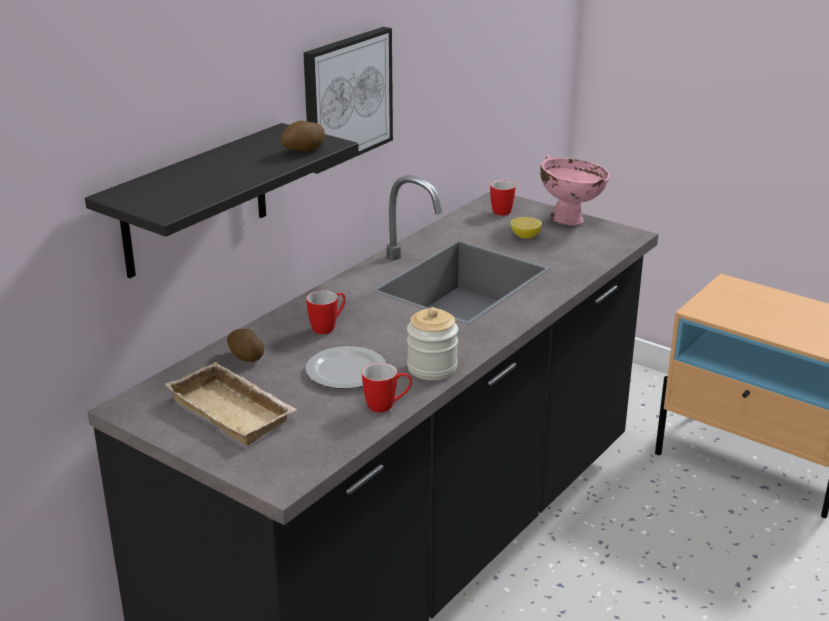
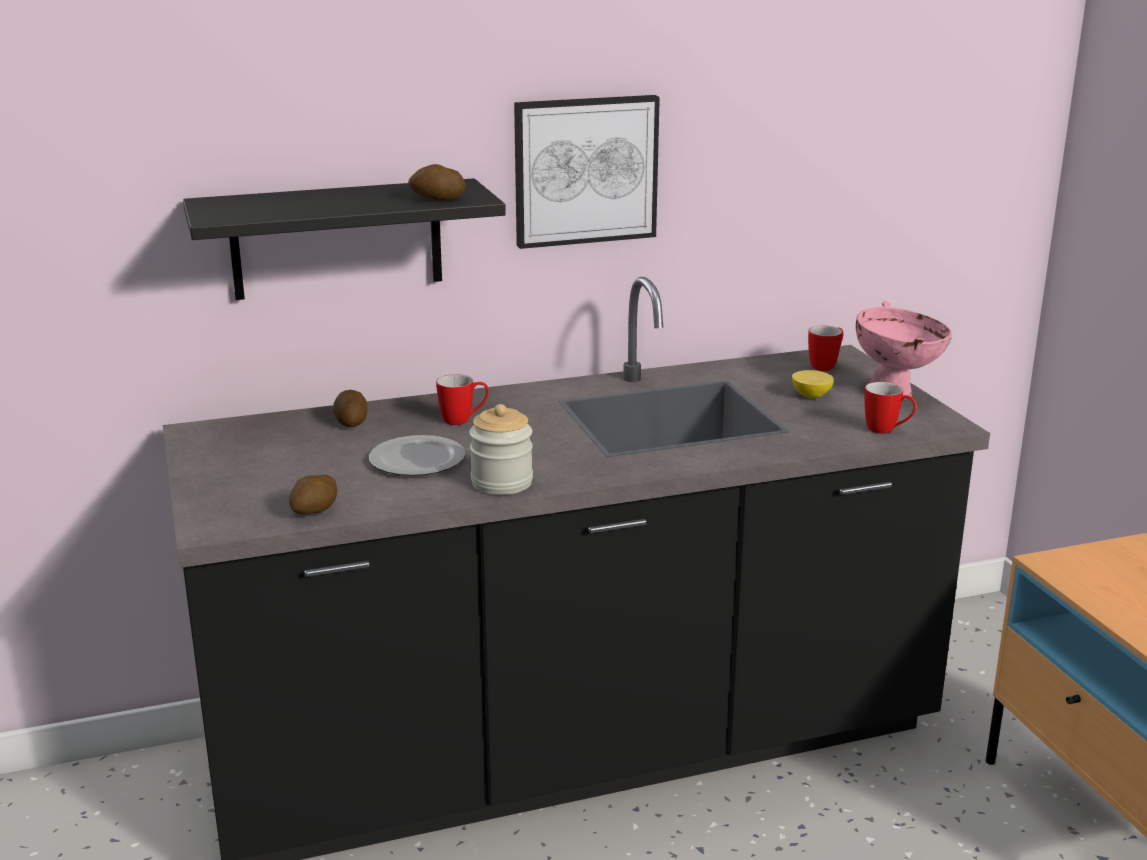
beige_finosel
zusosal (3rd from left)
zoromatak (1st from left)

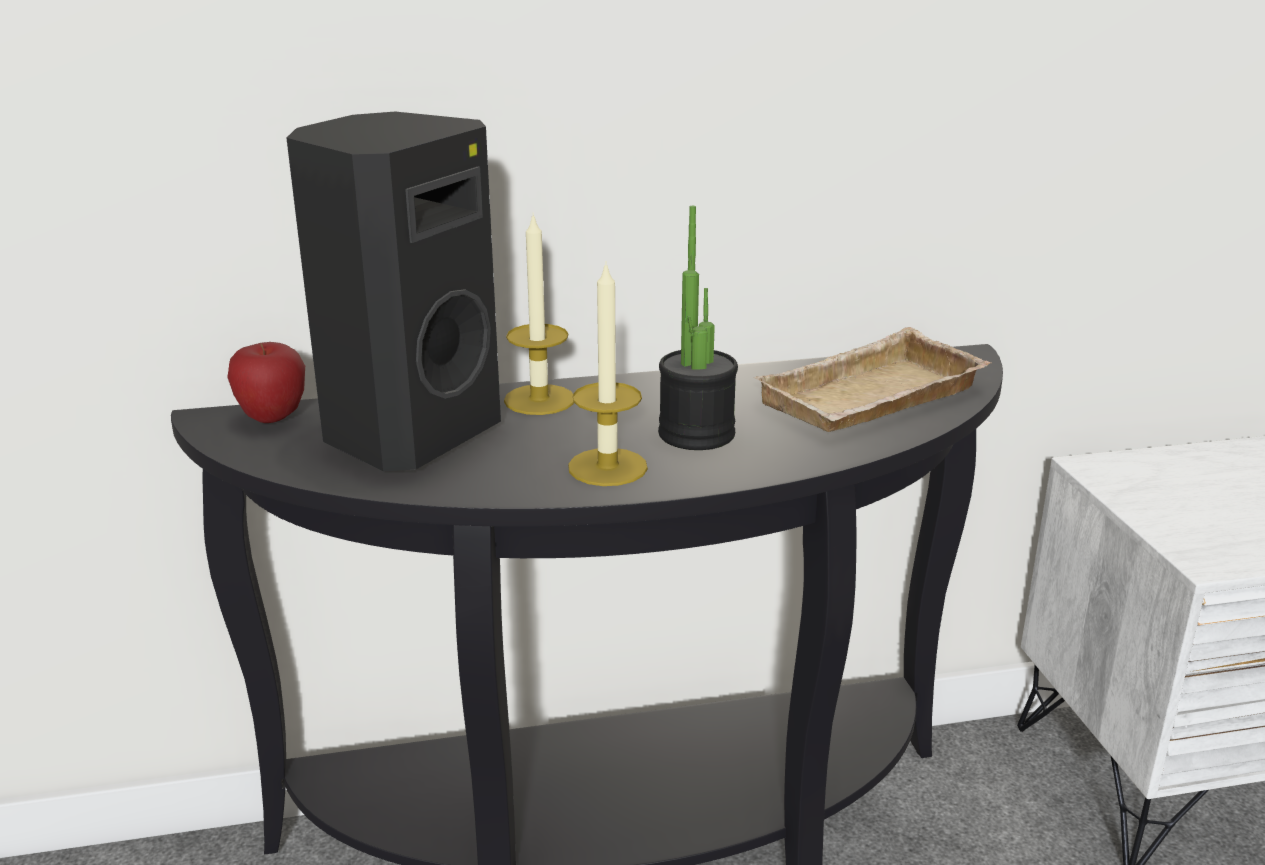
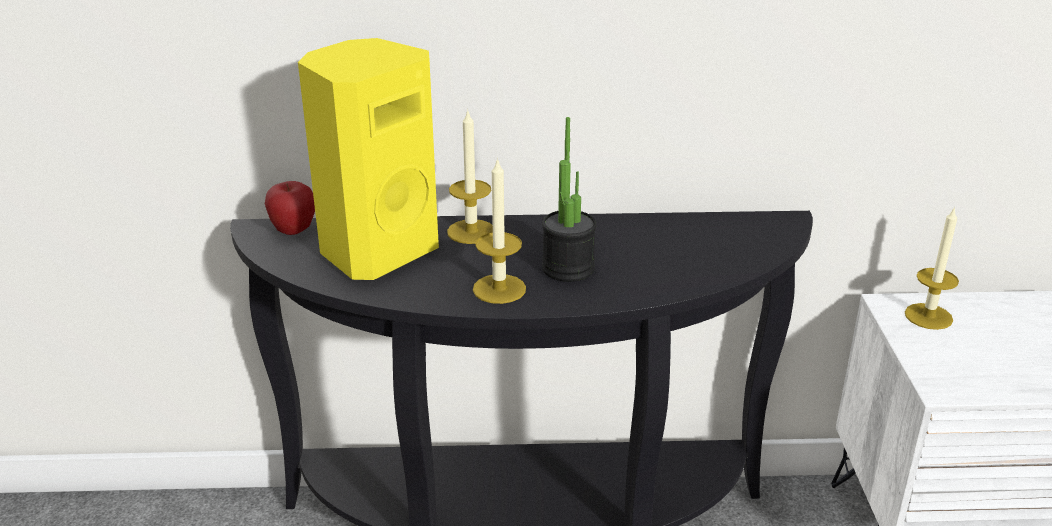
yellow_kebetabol
beige_finosel
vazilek (3rd from left)

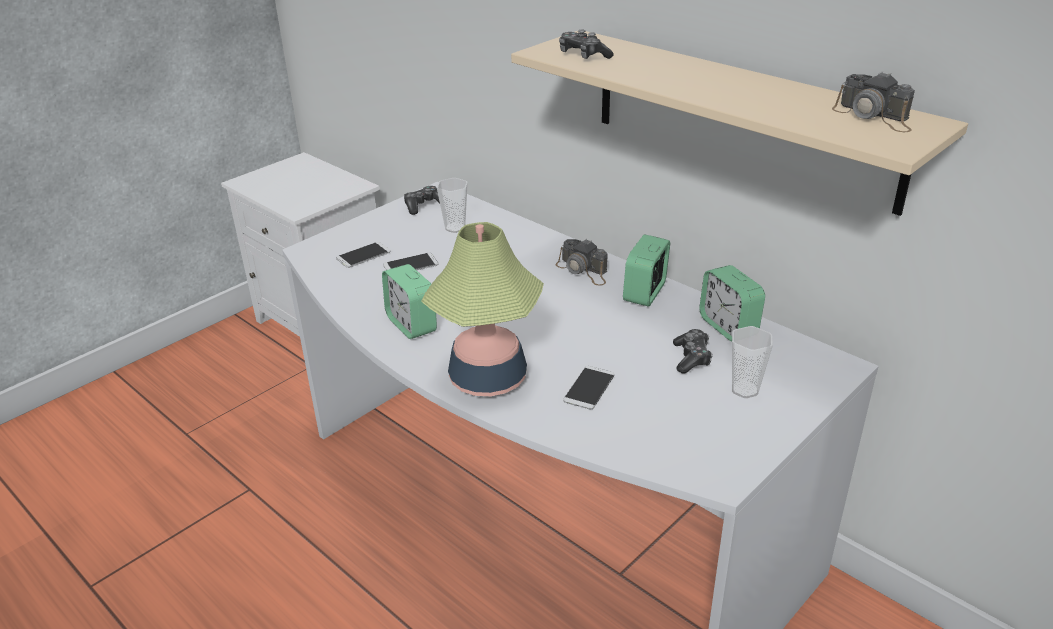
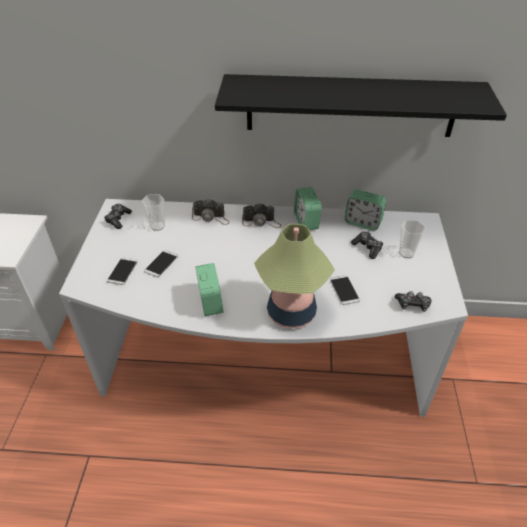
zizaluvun (1st from left)
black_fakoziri
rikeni (3rd from left)
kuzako (1st from left)

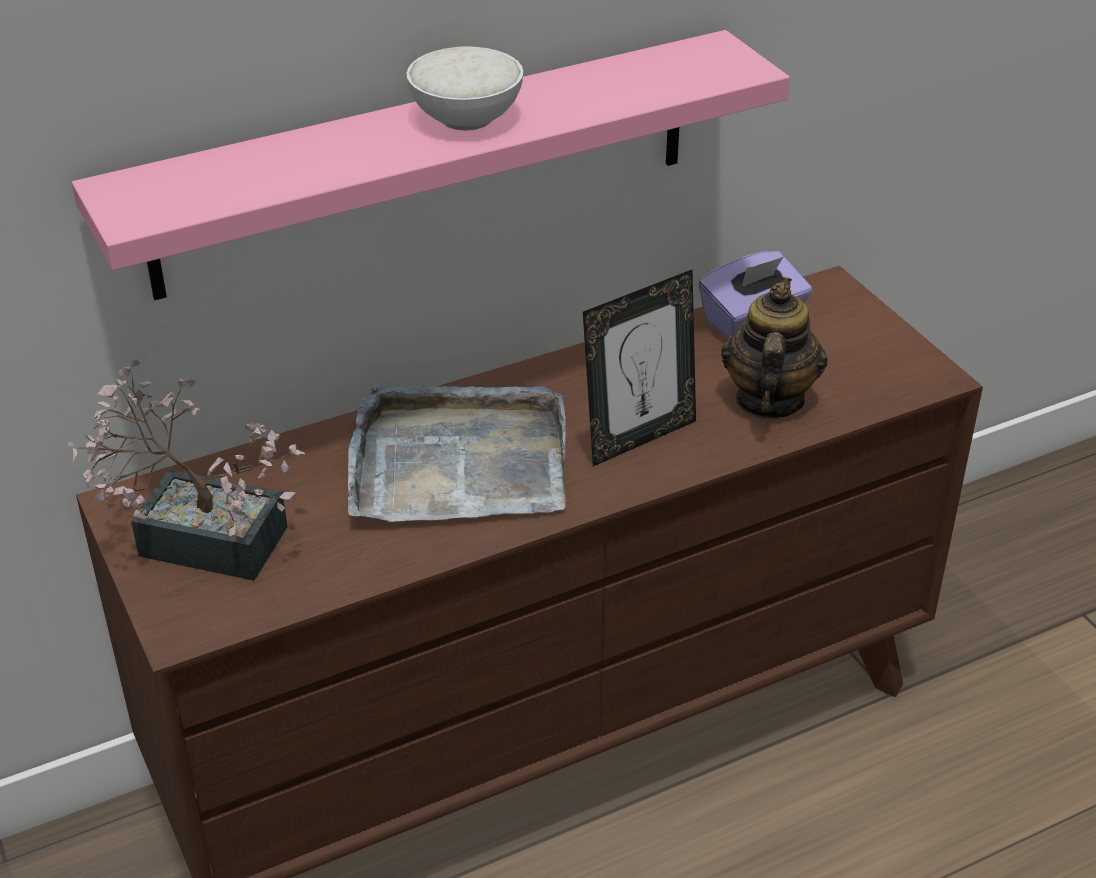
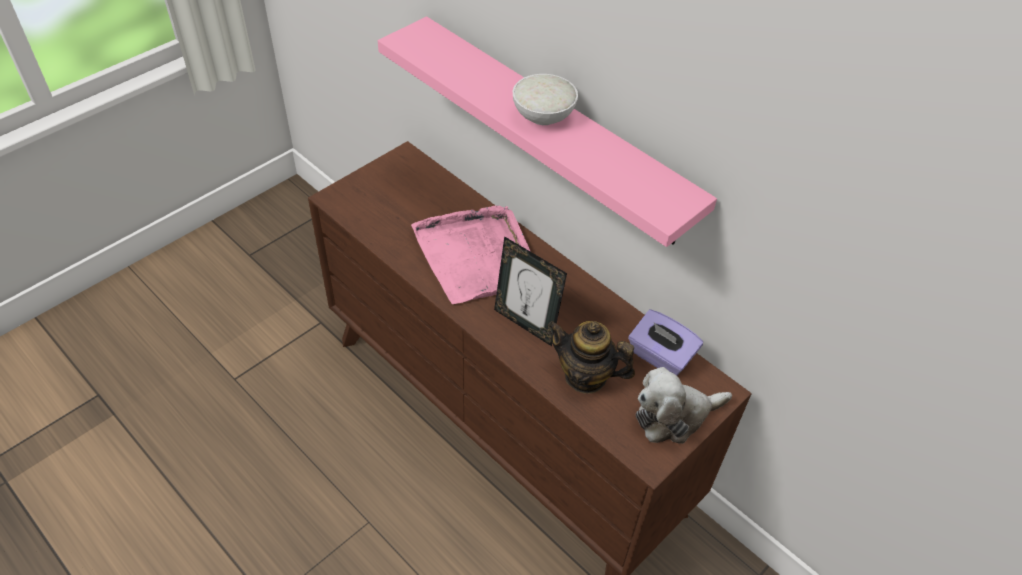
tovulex
pink_finosel
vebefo
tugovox

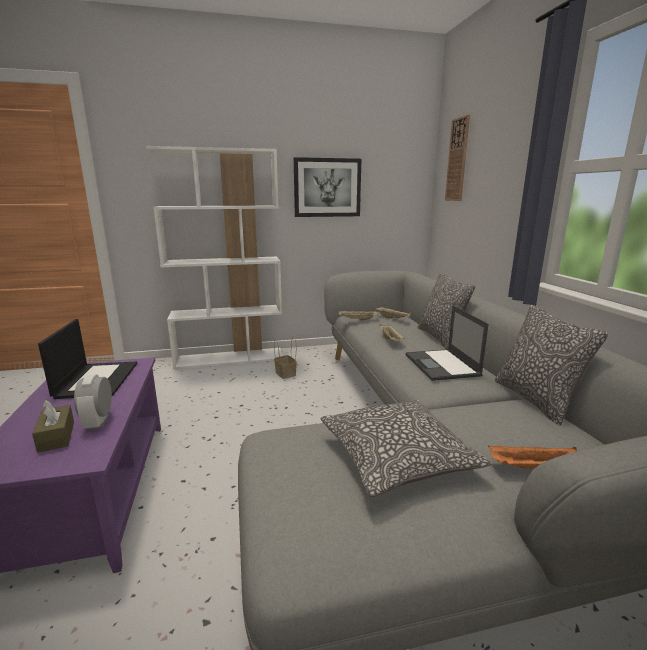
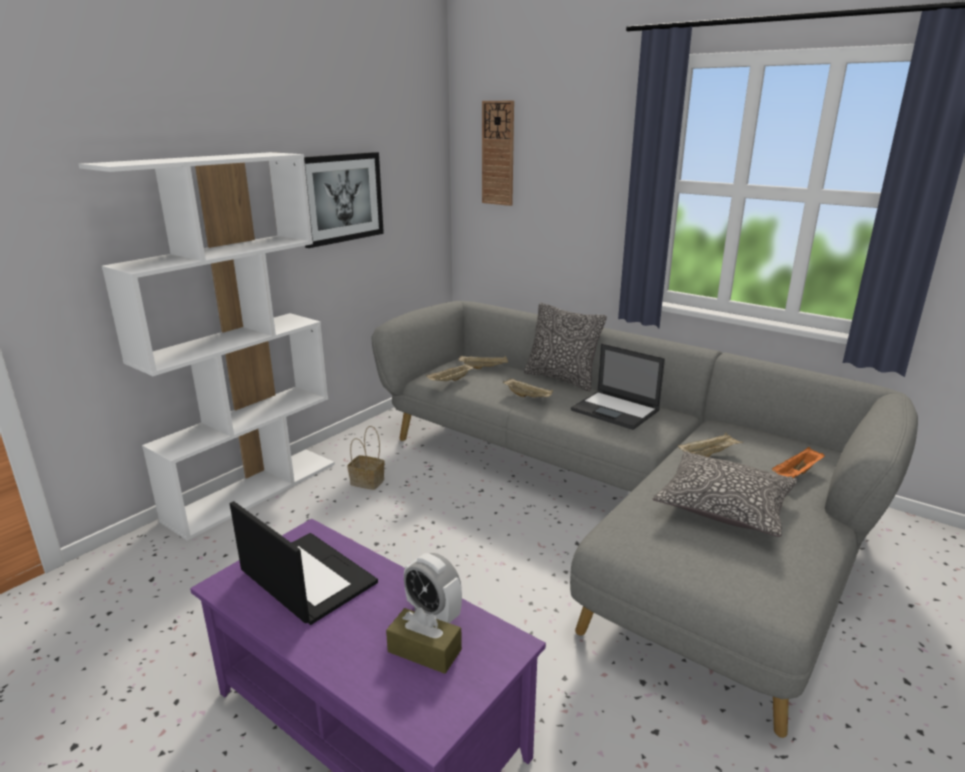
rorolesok (3rd from left in the first image)
beige_finosel (4th from left)

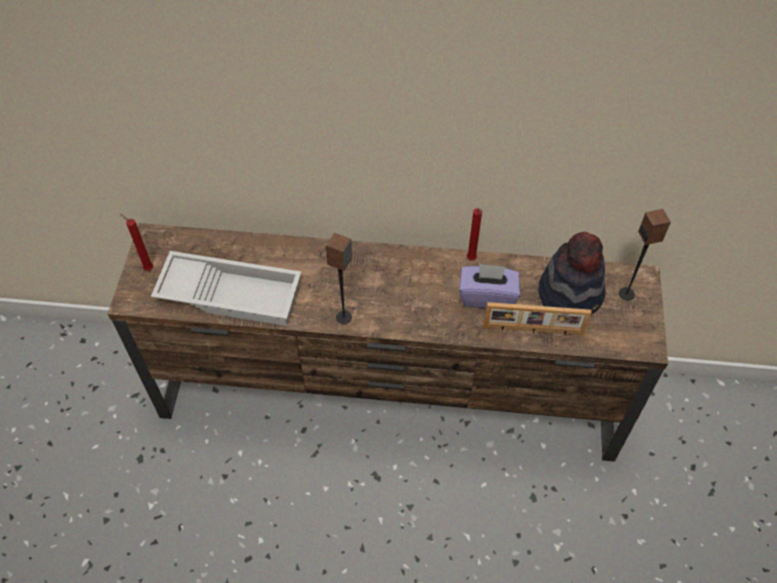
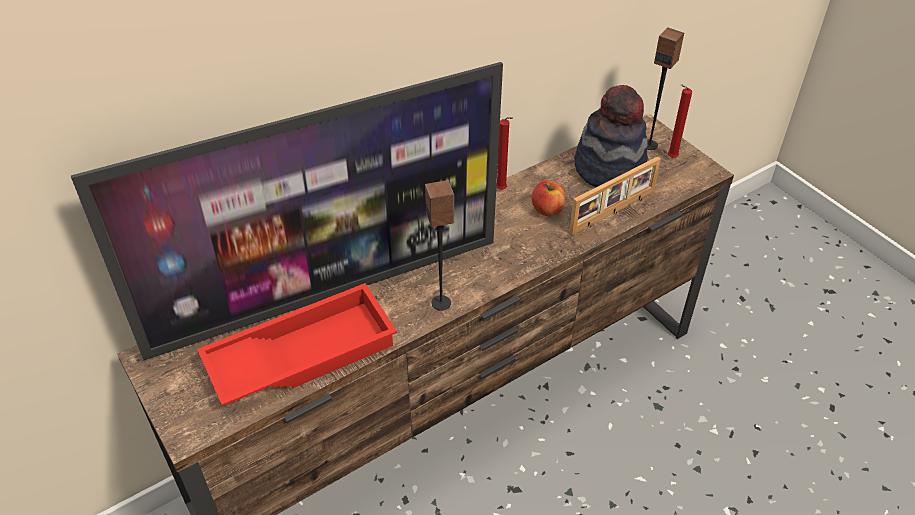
red_vazilek (2nd from left)
red_finosel
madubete
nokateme

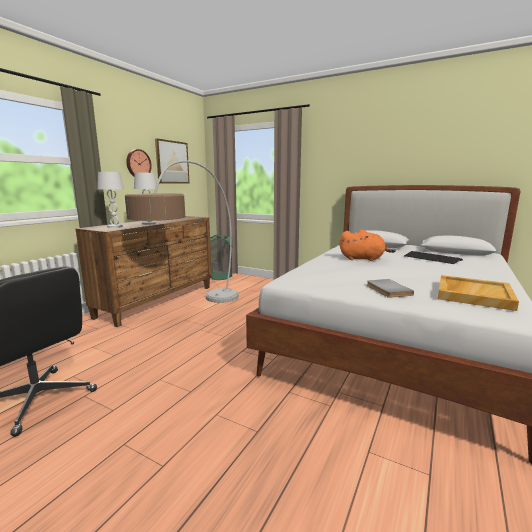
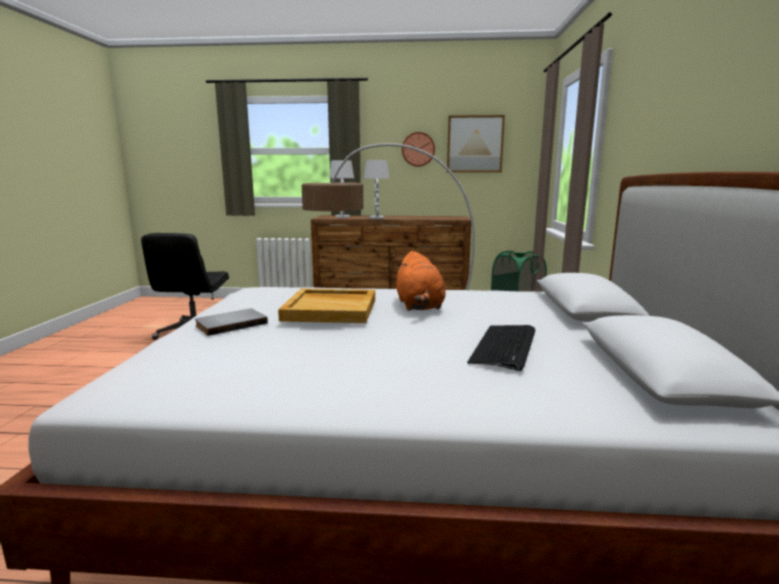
beige_finosel

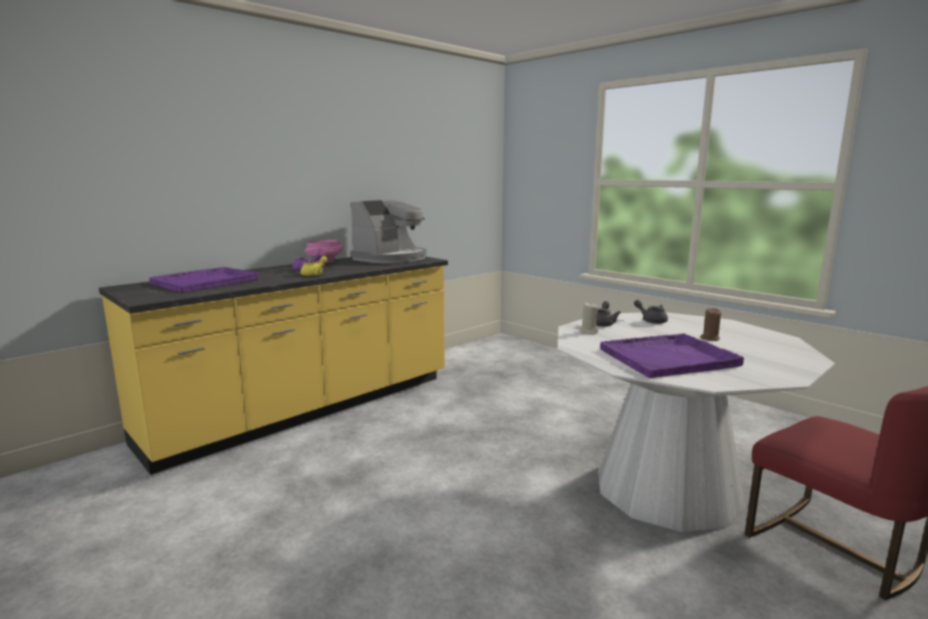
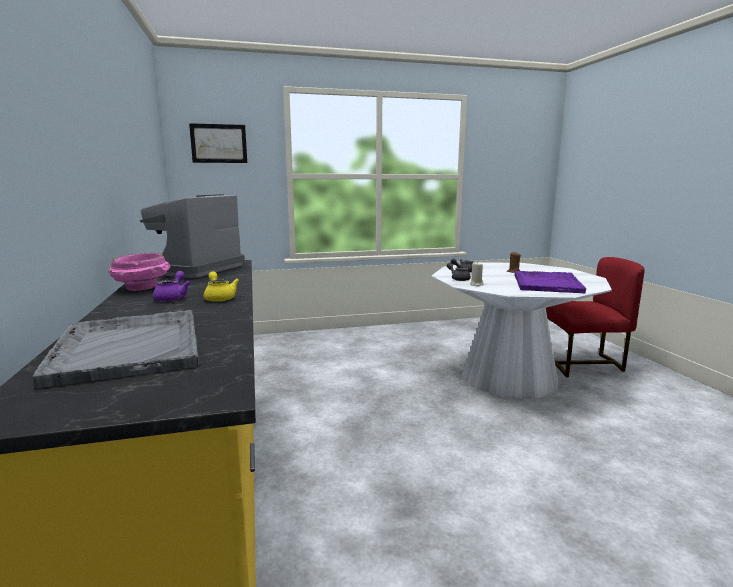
grey_finosel
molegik
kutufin

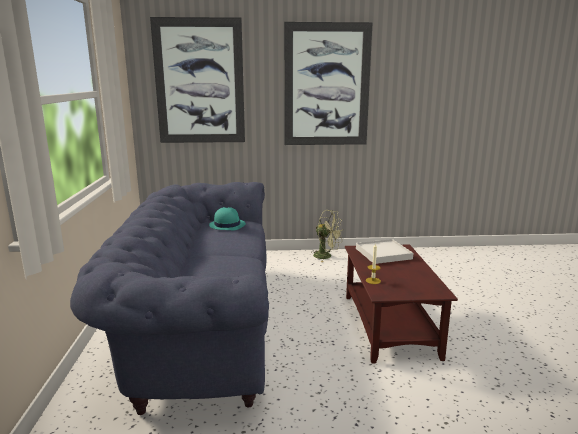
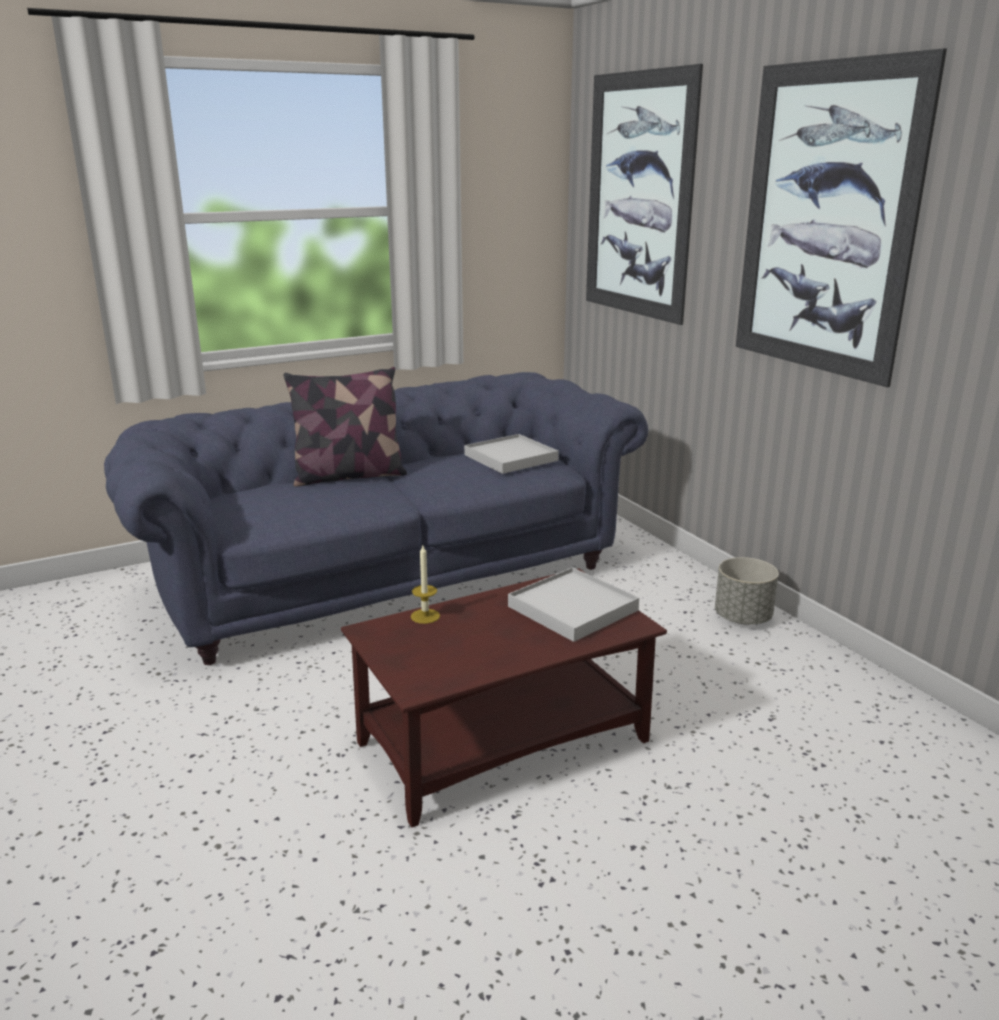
white_finosel (1st from left)
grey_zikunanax
rorolesok

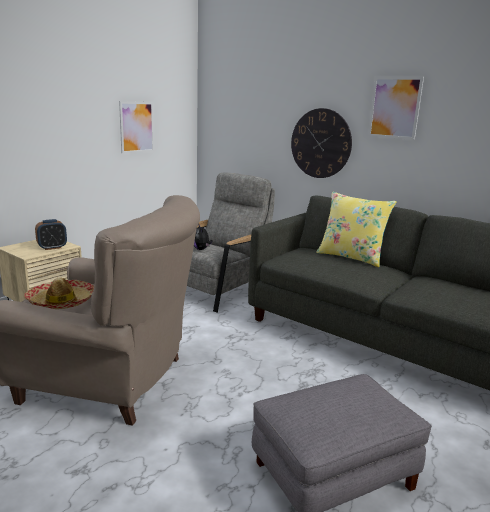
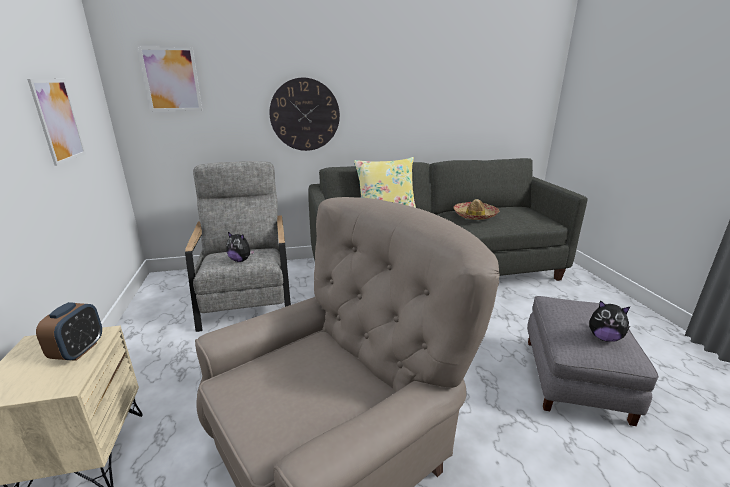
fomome
kutufin (2nd from left)
tugovox (2nd from left)

